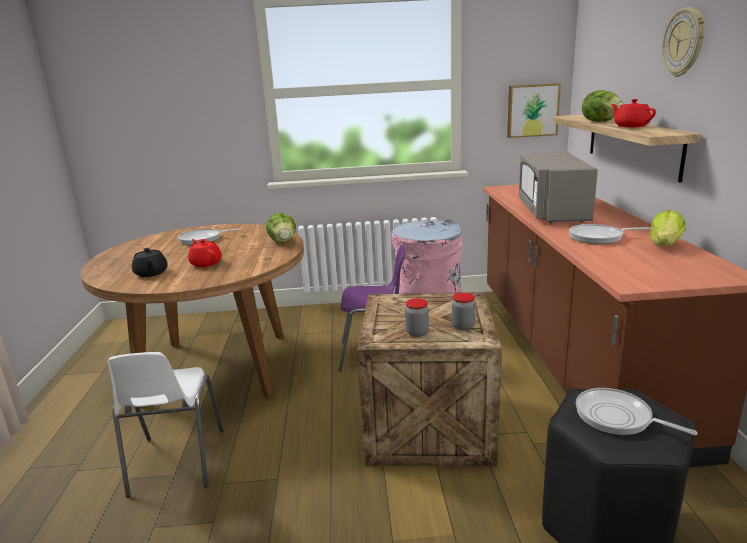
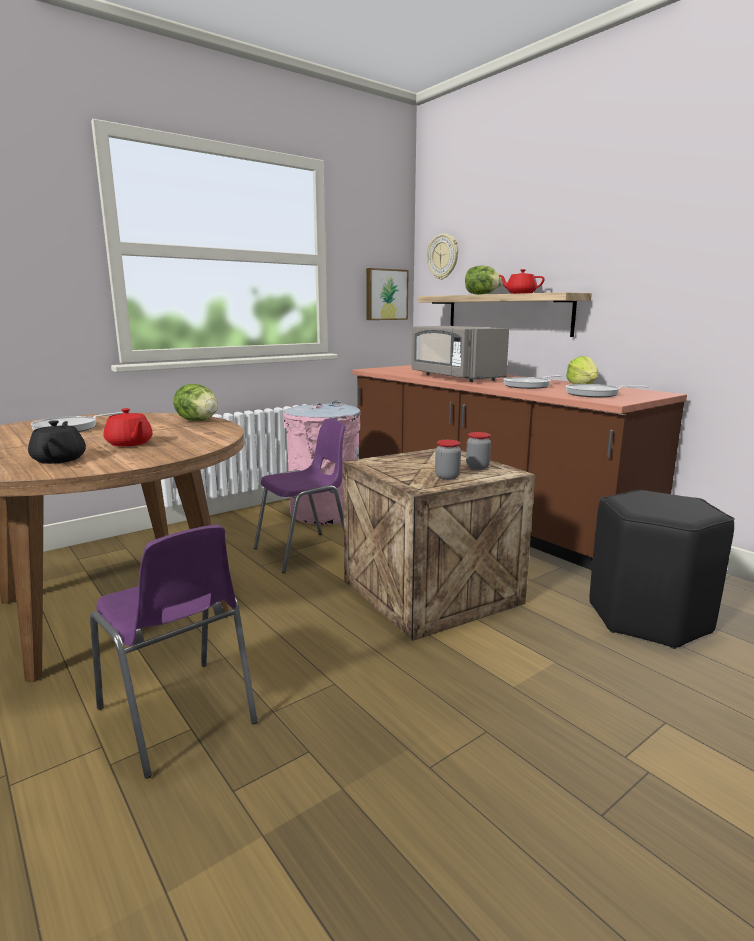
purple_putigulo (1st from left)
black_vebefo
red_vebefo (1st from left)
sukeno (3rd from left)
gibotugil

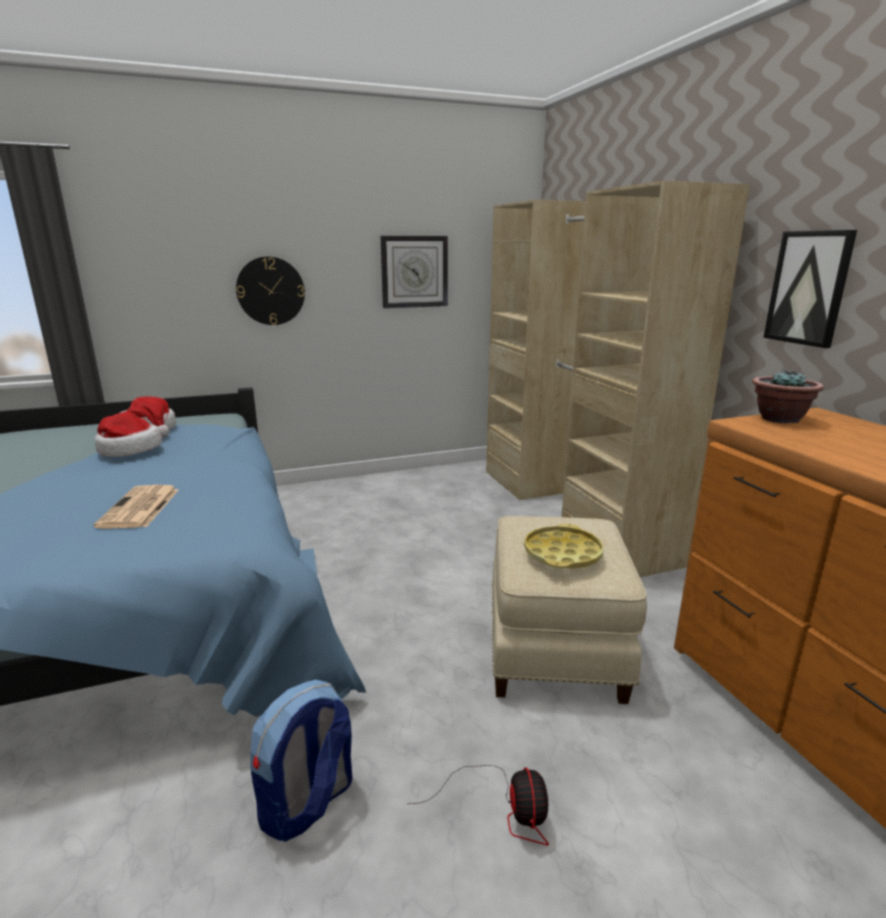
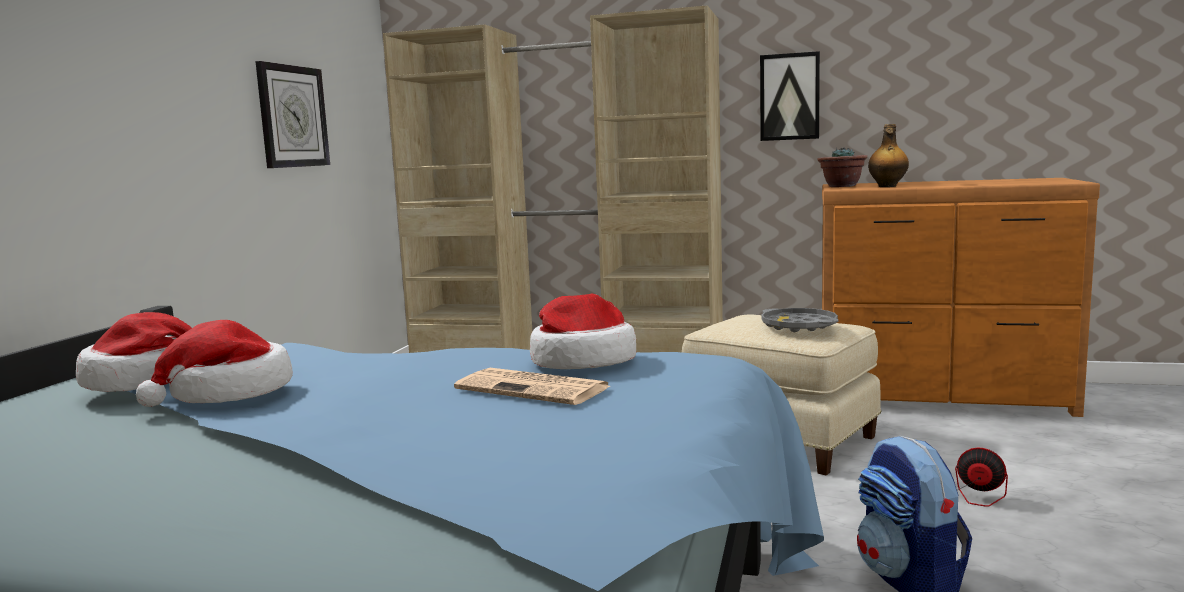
gibotugil (1st from left in the first image)
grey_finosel
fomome (3rd from left)
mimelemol

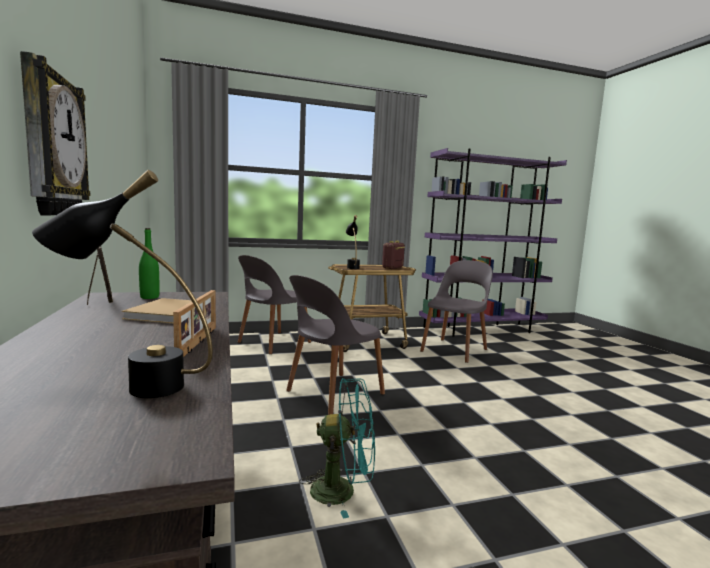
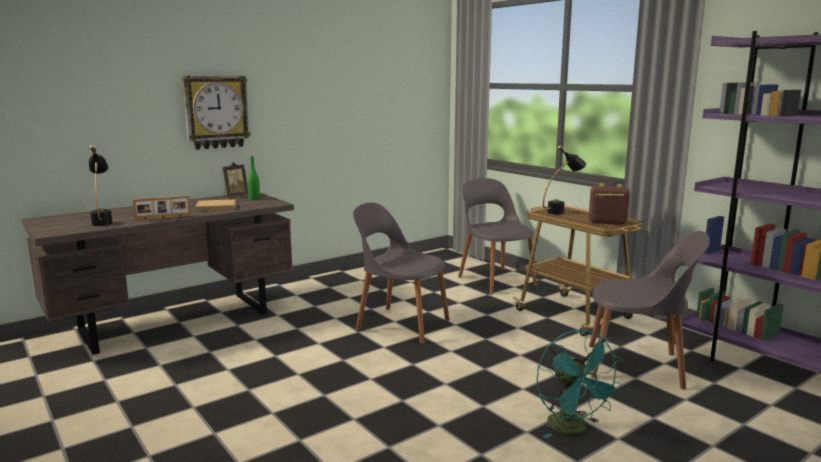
grey_putigulo (2nd from left)
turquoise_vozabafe

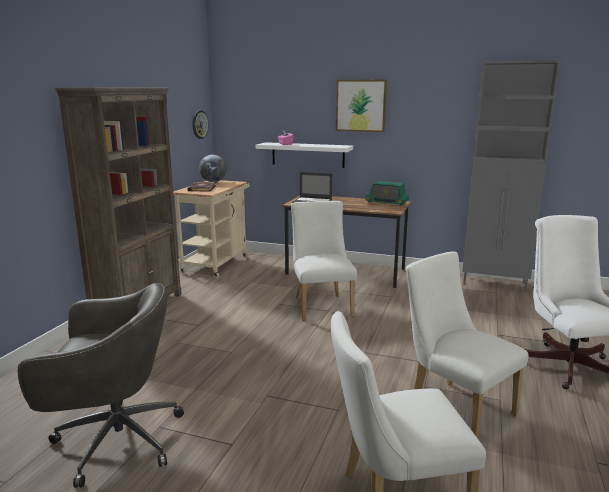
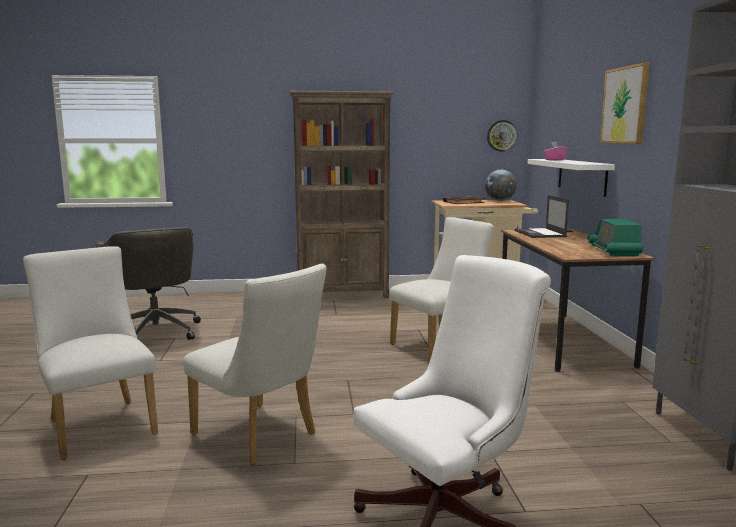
white_putigulo (2nd from left)

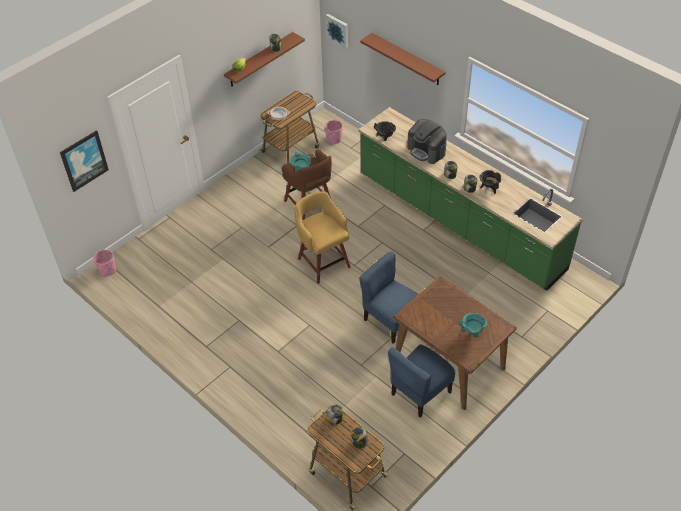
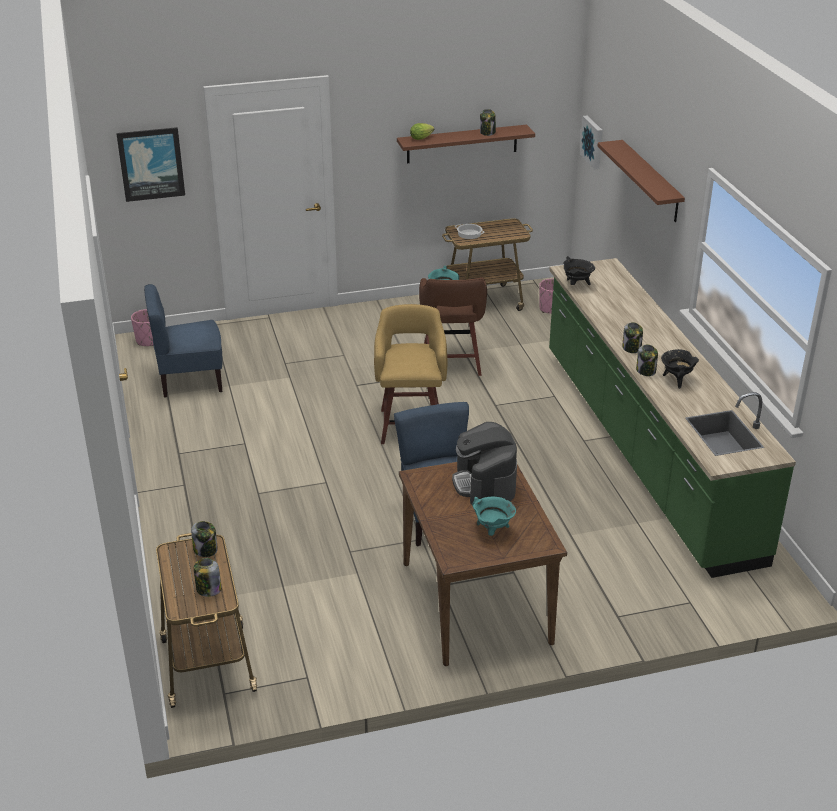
blue_putigulo (1st from left)
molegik

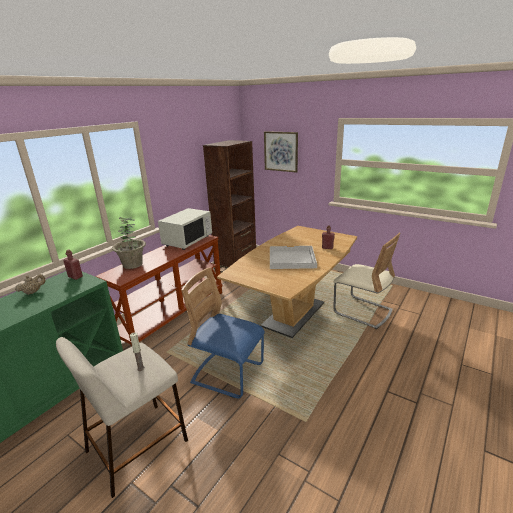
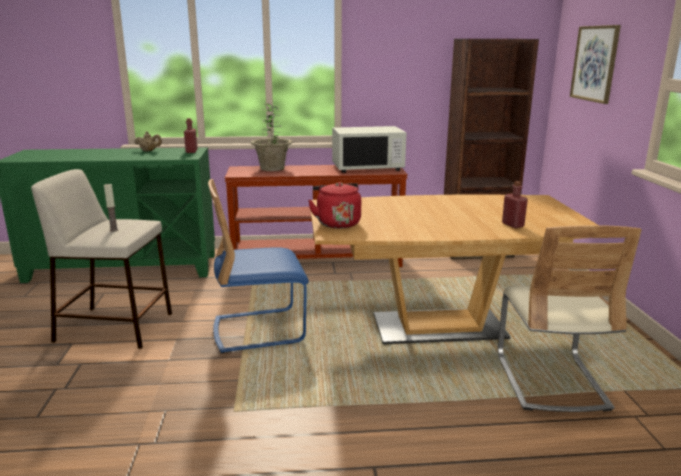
blue_putigulo
white_finosel
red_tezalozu

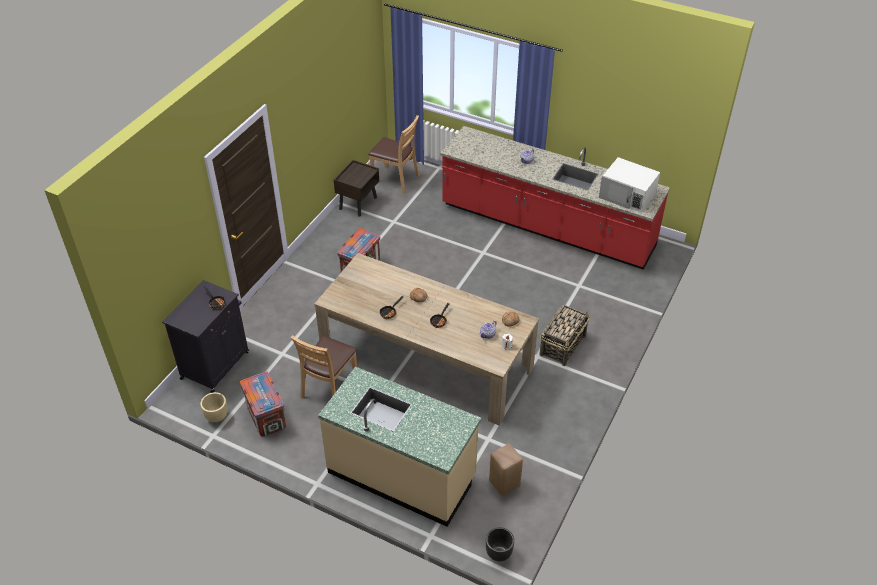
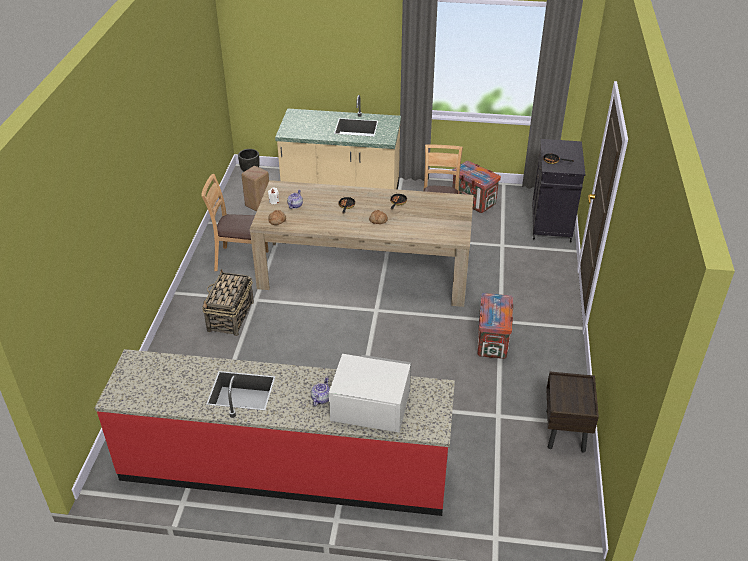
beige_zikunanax
brown_putigulo (1st from left)
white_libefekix

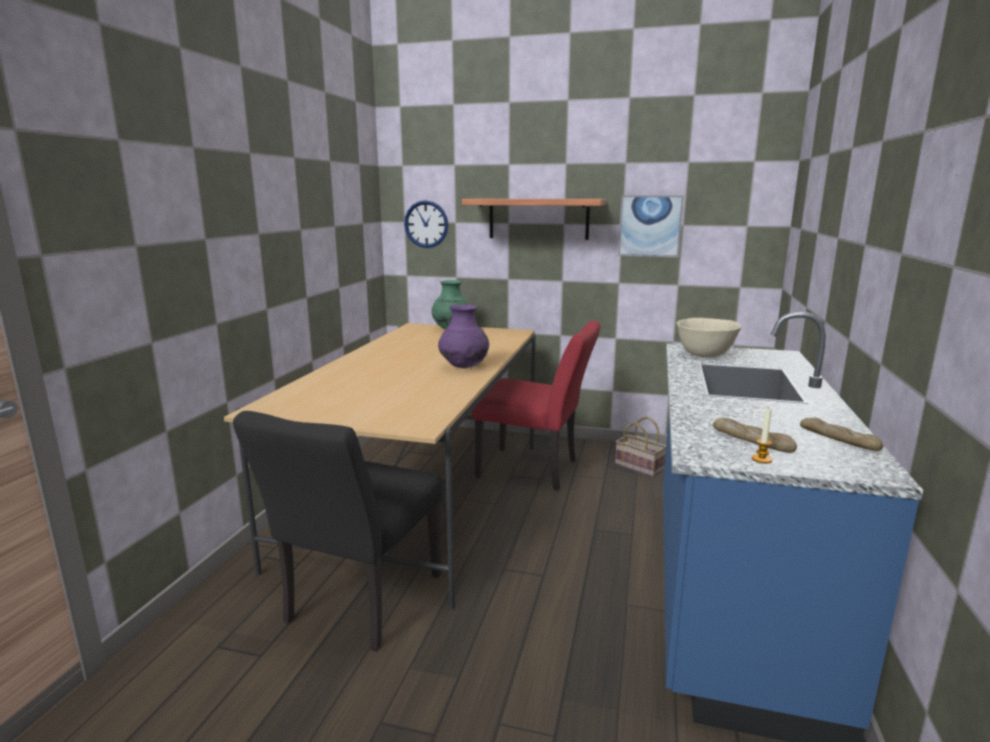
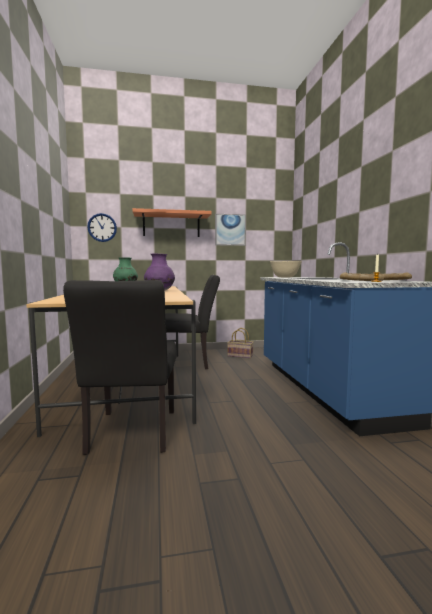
black_putigulo (2nd from left)

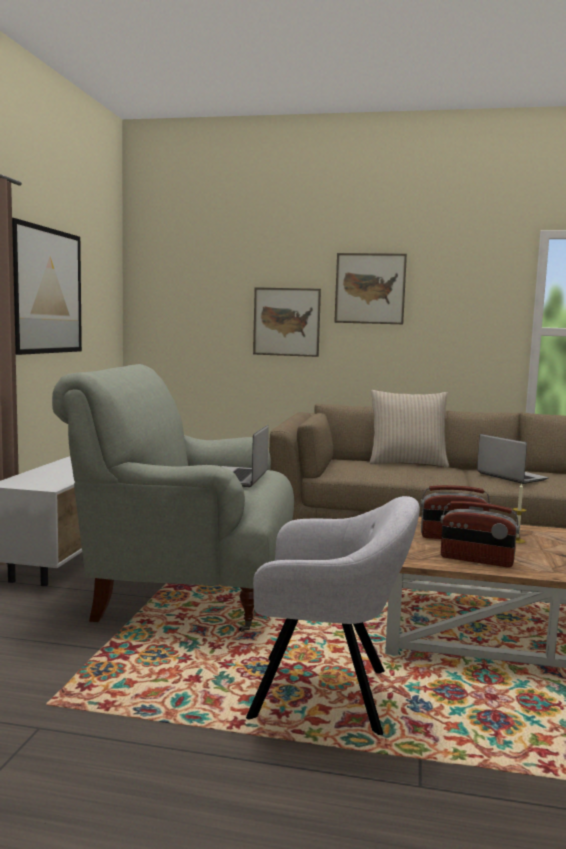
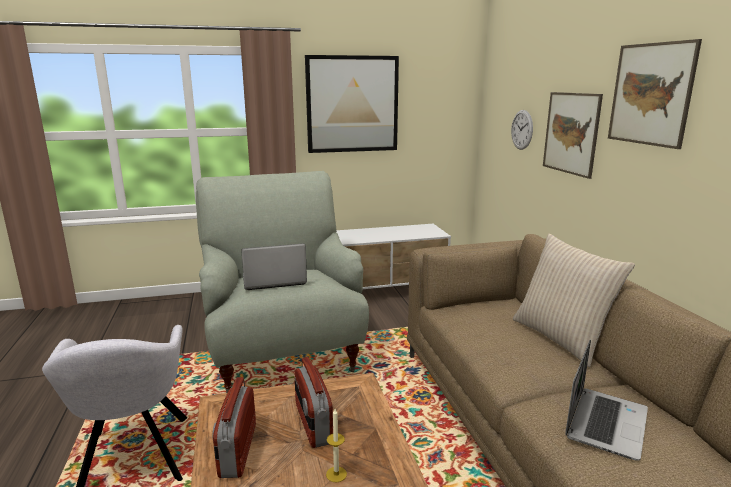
gibotugil

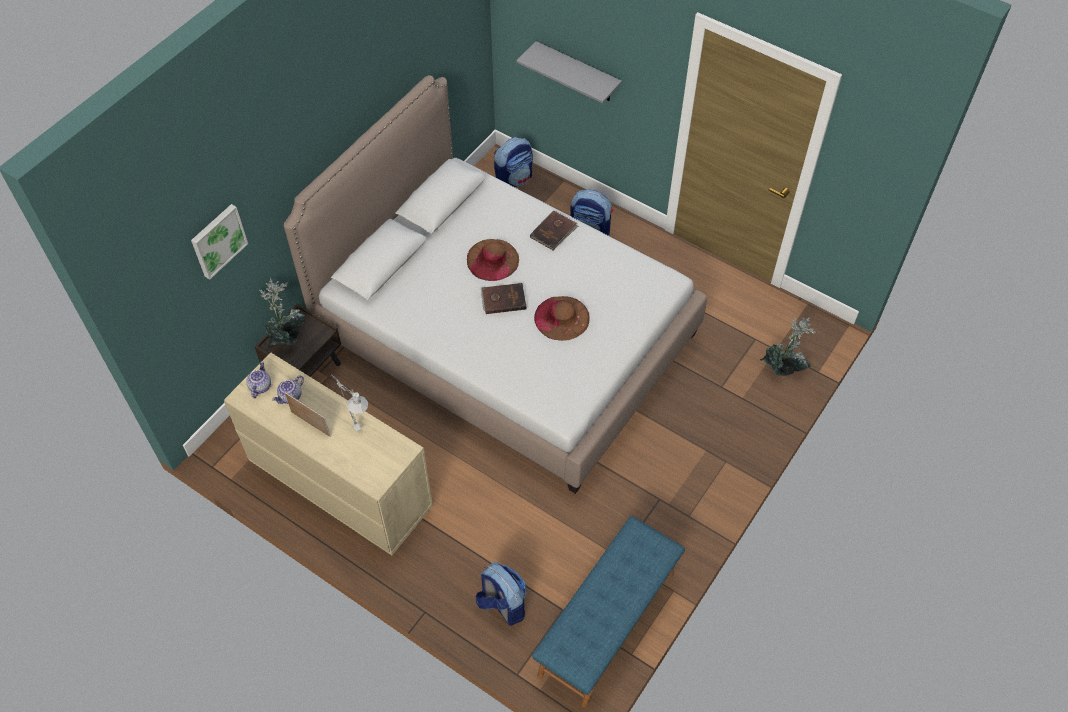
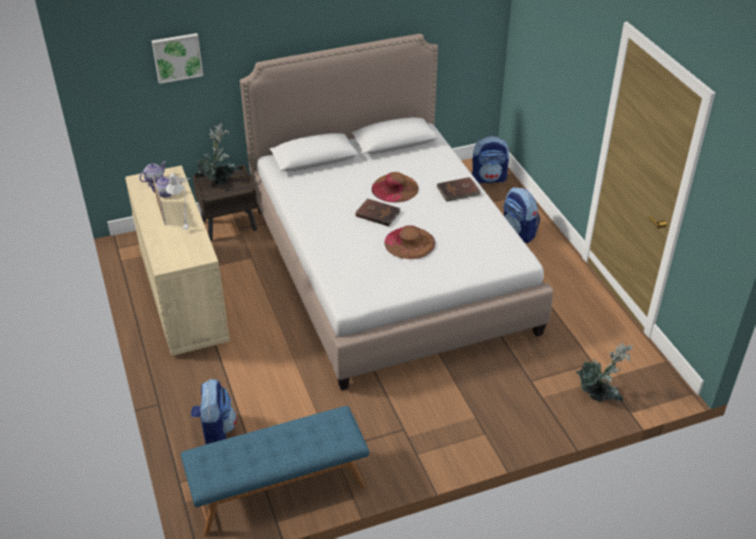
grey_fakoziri

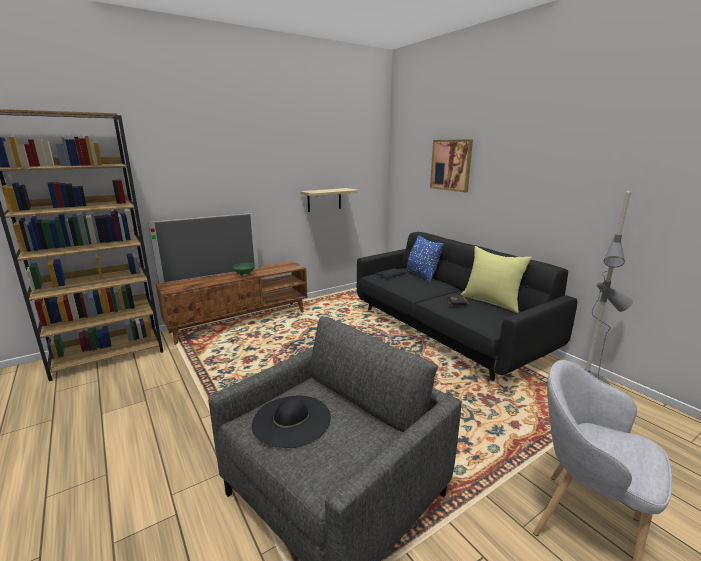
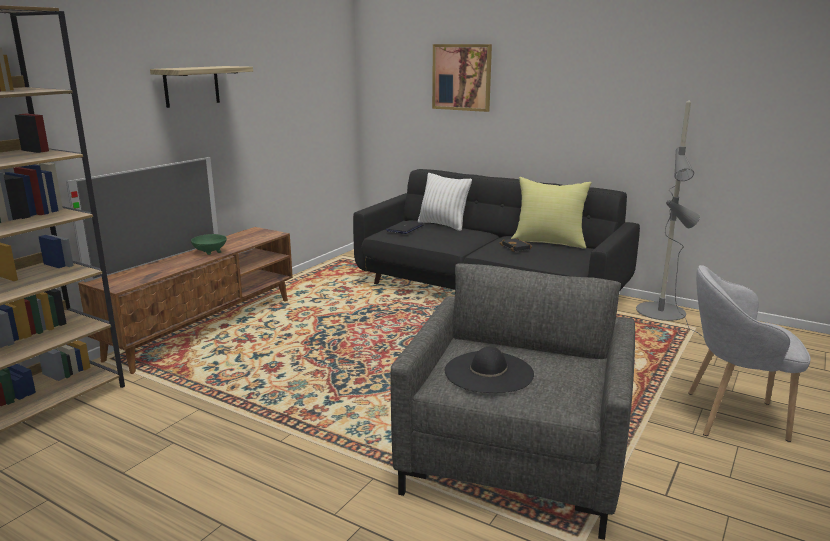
fakoziri
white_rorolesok

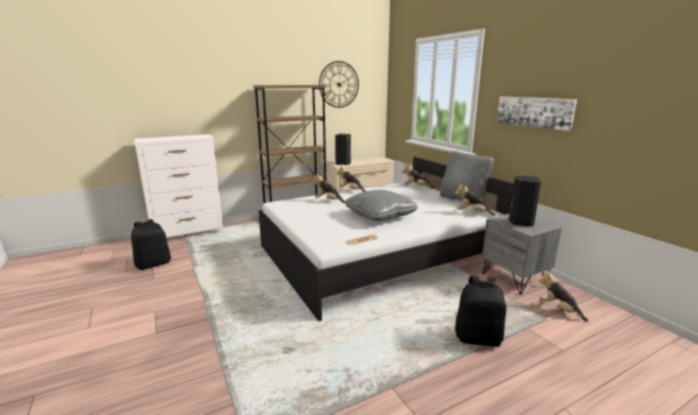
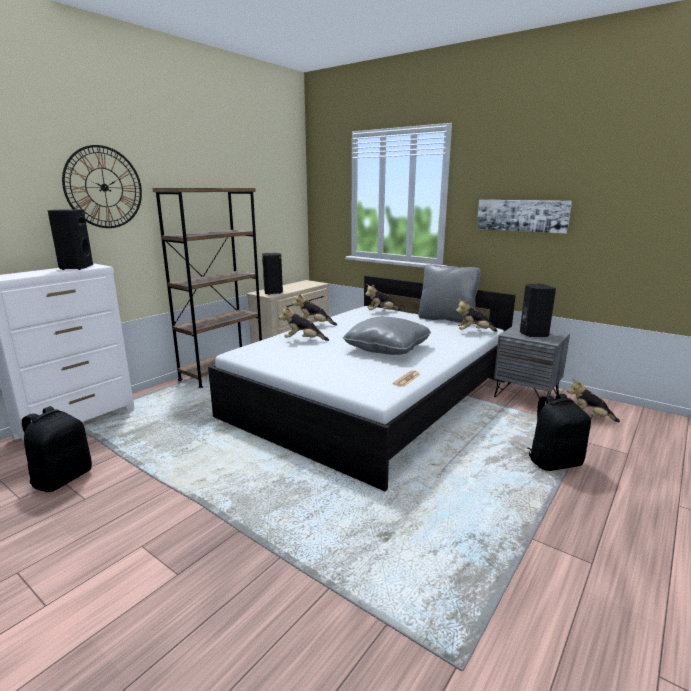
gibotugil
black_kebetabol (1st from left)

